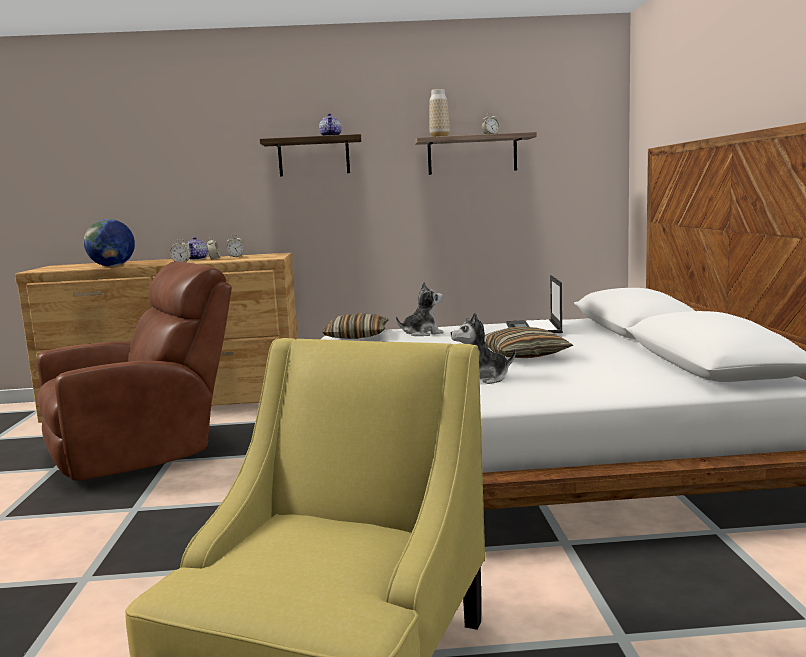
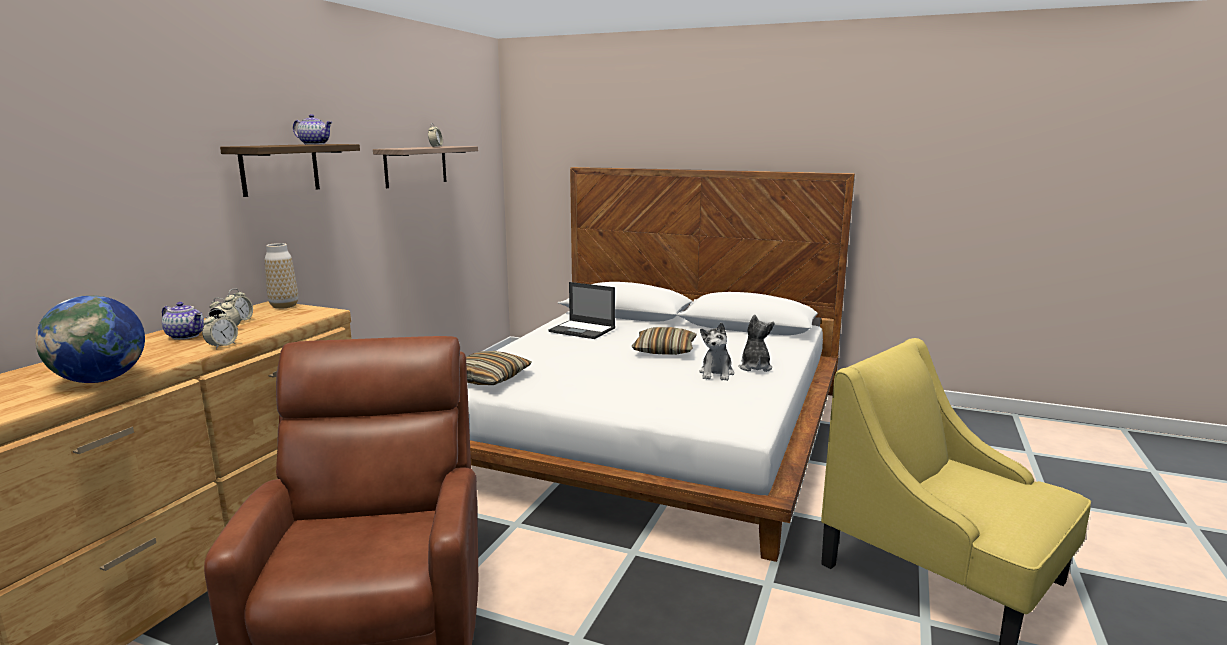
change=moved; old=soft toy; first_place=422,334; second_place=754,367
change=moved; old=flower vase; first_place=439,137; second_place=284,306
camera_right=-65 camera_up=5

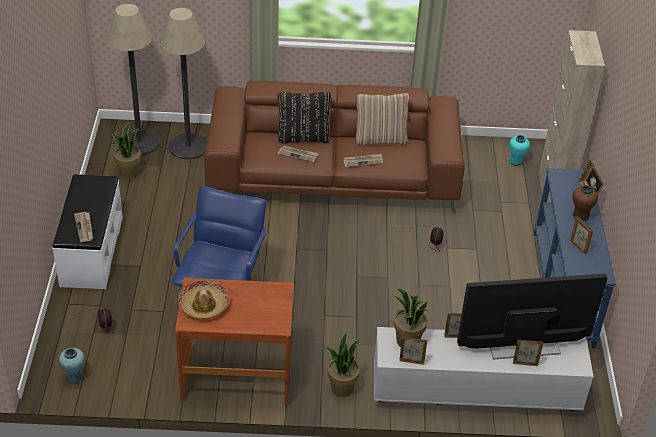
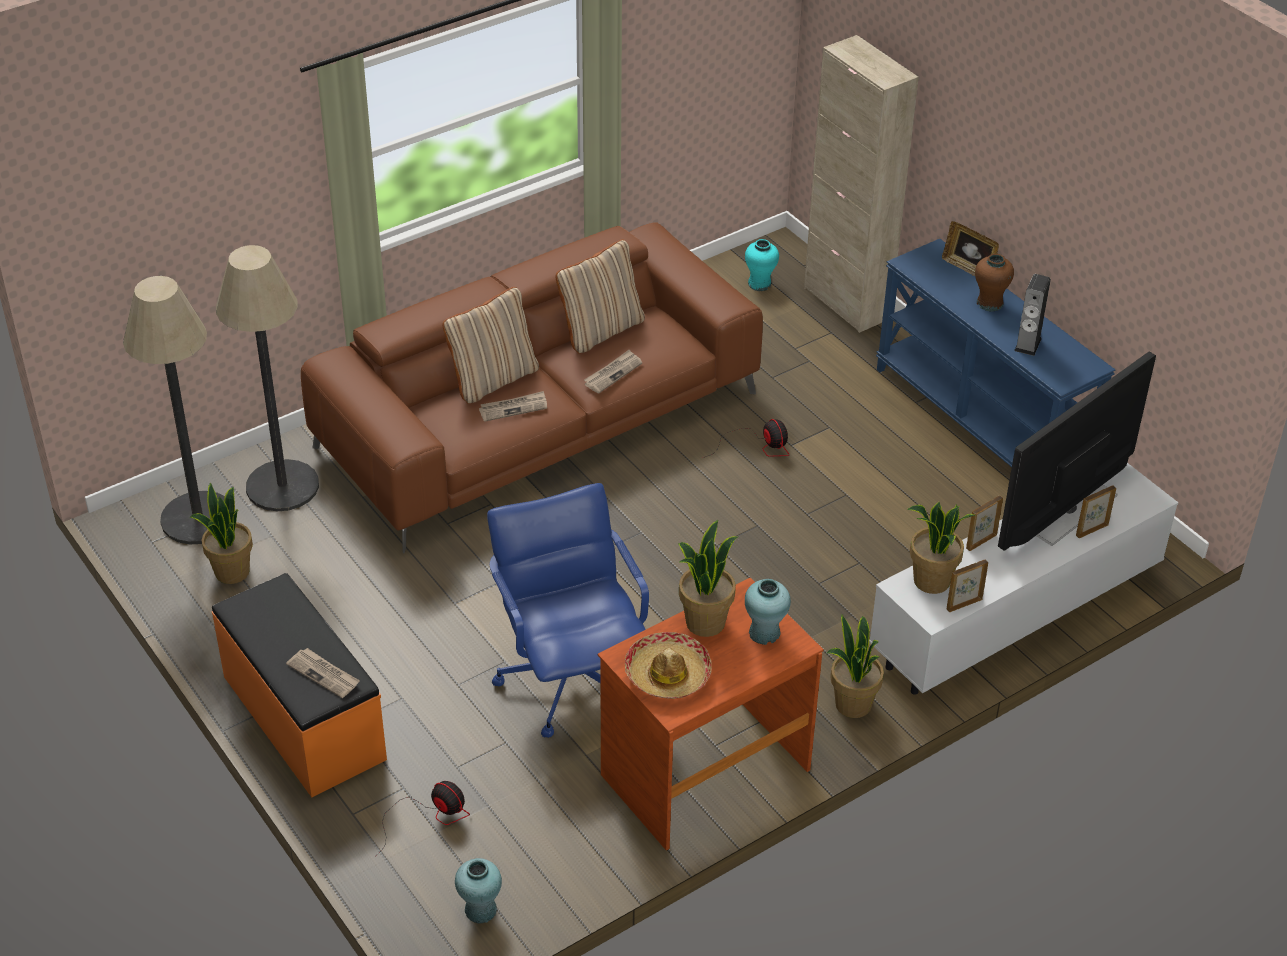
change=added; new=plant in a pot; second_place=705,622
change=added; new=blue-green flower vase; second_place=764,633
change=replaced; old=photo frame; new=audio speaker; first_place=578,246; second_place=1027,344
change=recoloured; old=white-coloured indoor bench; new=orange-coloured indoor bench; first_place=91,251; second_place=302,718
change=recoloured; old=black-coloured throw pillow; new=beige throw pillow; first_place=303,137; second_place=493,379
camera_right=-35 camera_up=0

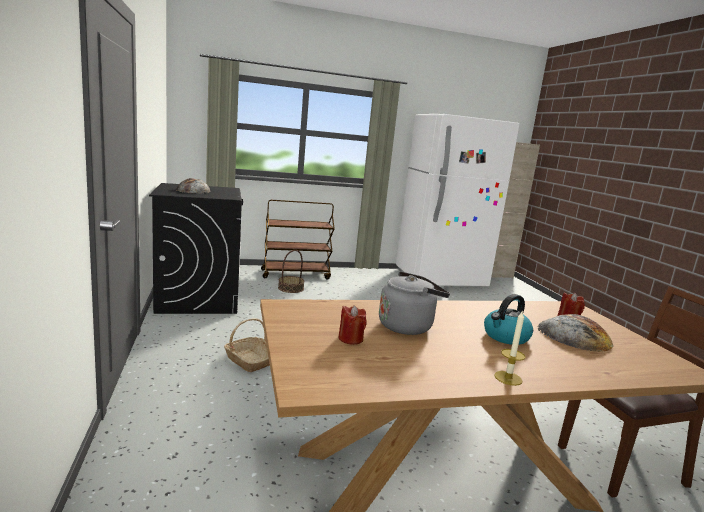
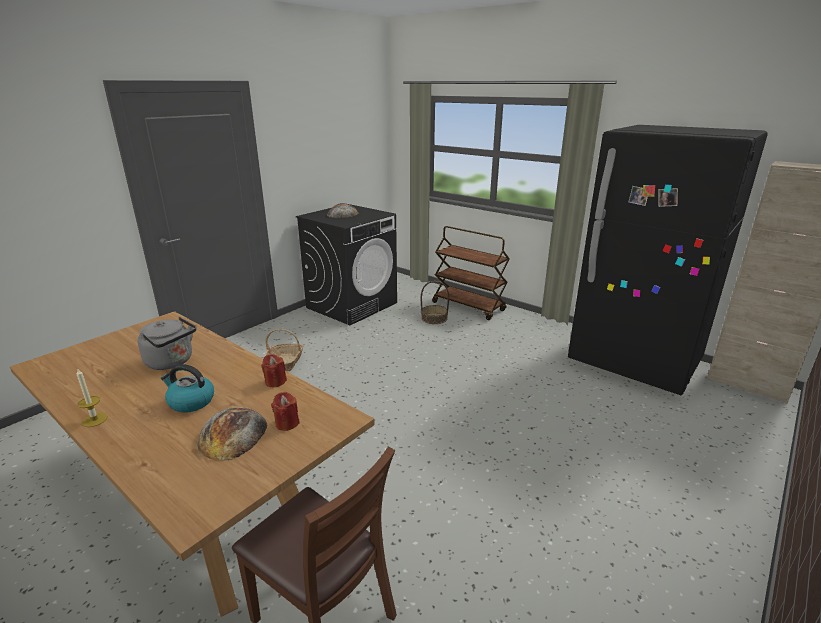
change=moved; old=red wax candle; first_place=350,339; second_place=275,381
change=recoloured; old=white-coloured fridge; new=black-coloured fridge; first_place=440,279; second_place=634,362
camera_right=55 camera_up=10

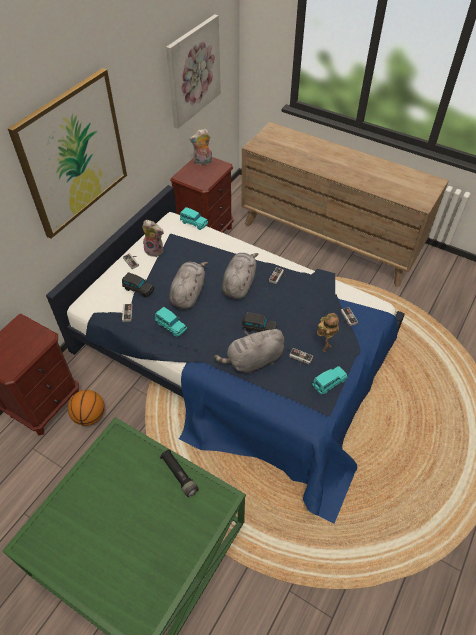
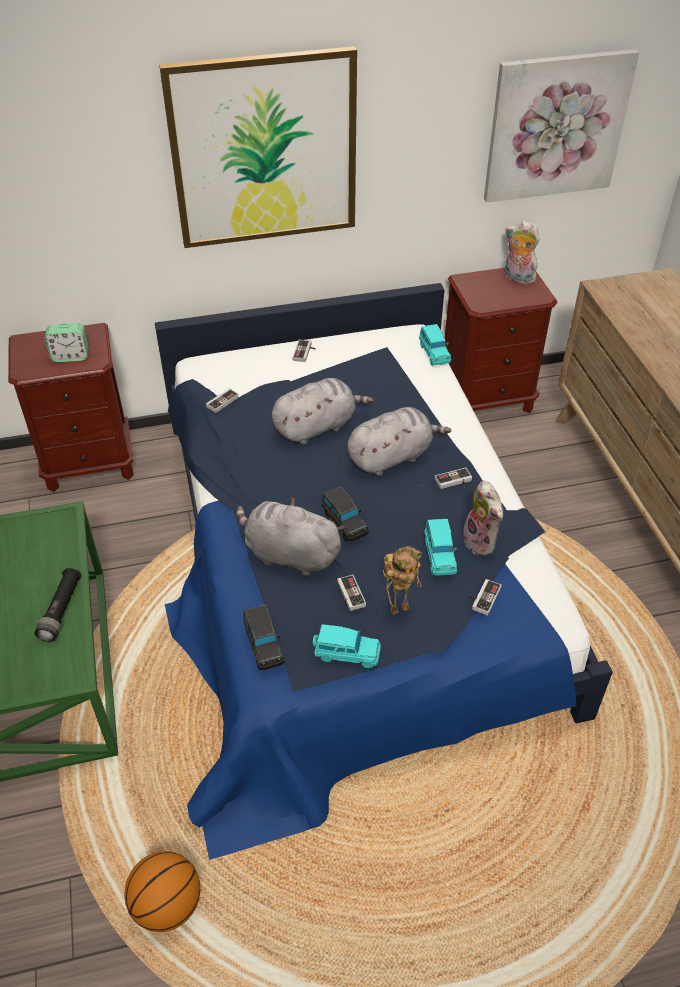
change=added; new=alarm clock; second_place=70,356
change=moved; old=basketball ball; first_place=89,416; second_place=167,905
change=moved; old=black-coloured model car; first_place=138,289; second_place=263,644
change=moved; old=soft toy; first_place=155,250; second_place=482,541
change=moved; old=blue-green model car; first_place=171,326; second_place=439,555
camera_right=45 camera_up=-5

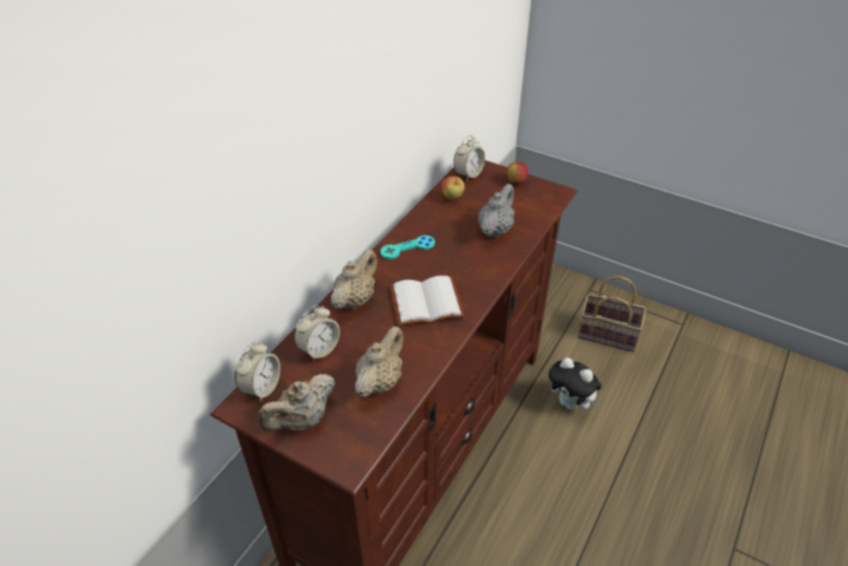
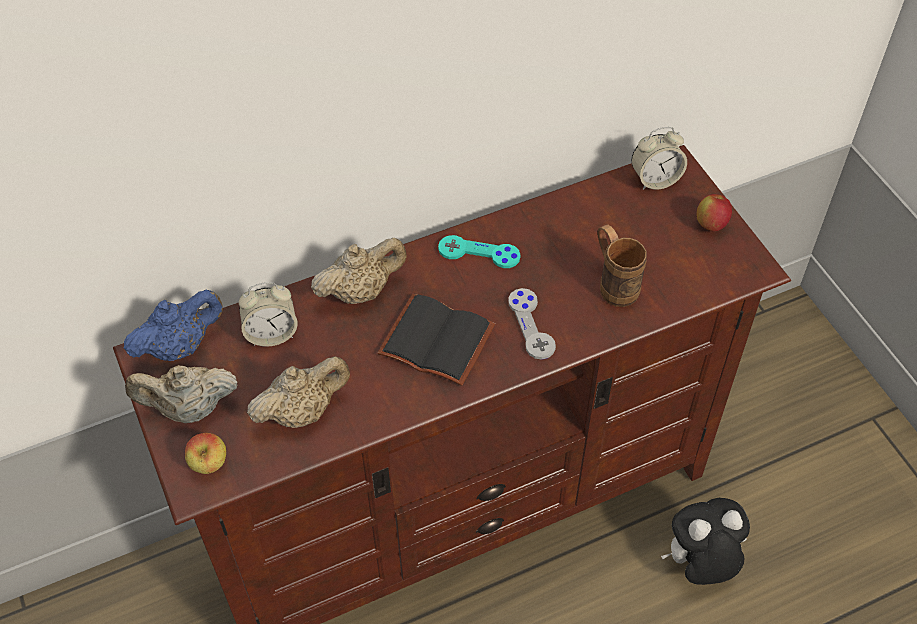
change=removed; old=basket; first_place=609,334
change=added; new=grey game controller; second_place=531,325
change=moved; old=apple; first_place=452,198; second_place=209,465
change=replaced; old=alarm clock; new=blue-coloured tea pot; first_place=261,387; second_place=180,346
change=replaced; old=grey tea pot; new=brownish tea mug; first_place=495,230; second_place=613,284
change=recoloured; old=white-coloured book; new=black-coloured book; first_place=427,301; second_place=439,339
change=turned; old=soft toy; first_place=571,403; second_place=699,564; degrees=90
camera_right=35 camera_up=10

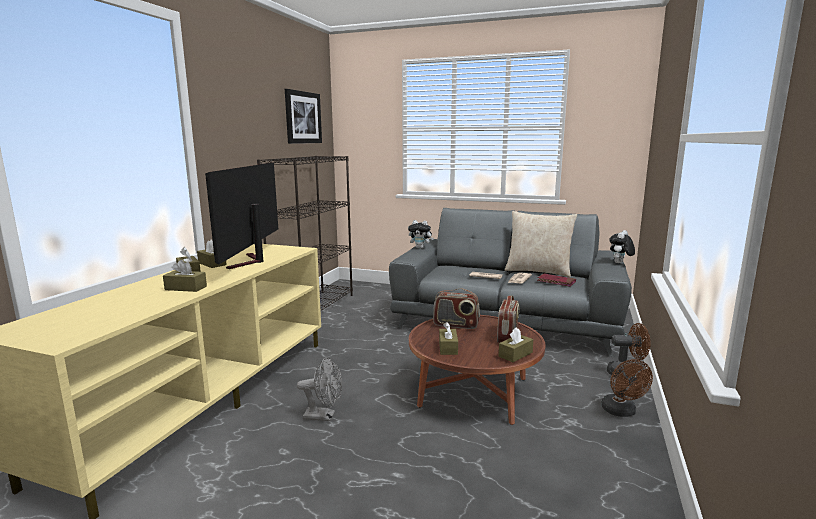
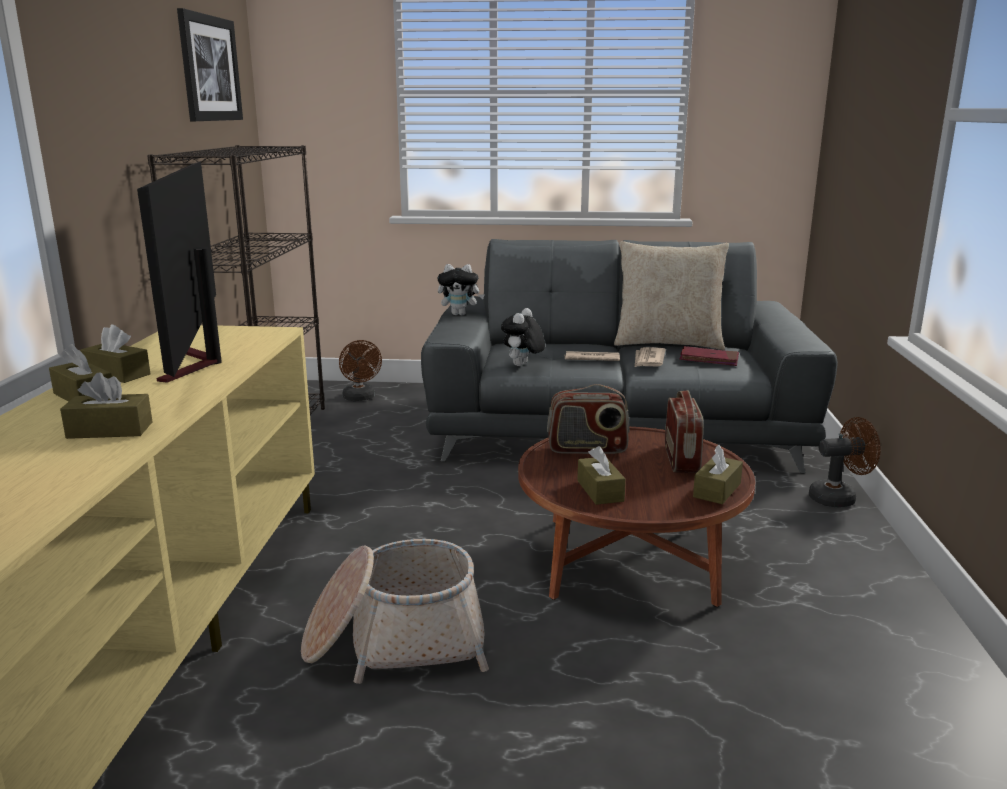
change=moved; old=brownish electric fan; first_place=621,412; second_place=360,398
change=moved; old=soft toy; first_place=620,263; second_place=522,365
change=replaced; old=grey electric fan; new=basket; first_place=324,416; second_place=395,640
camera_right=-15 camera_up=5

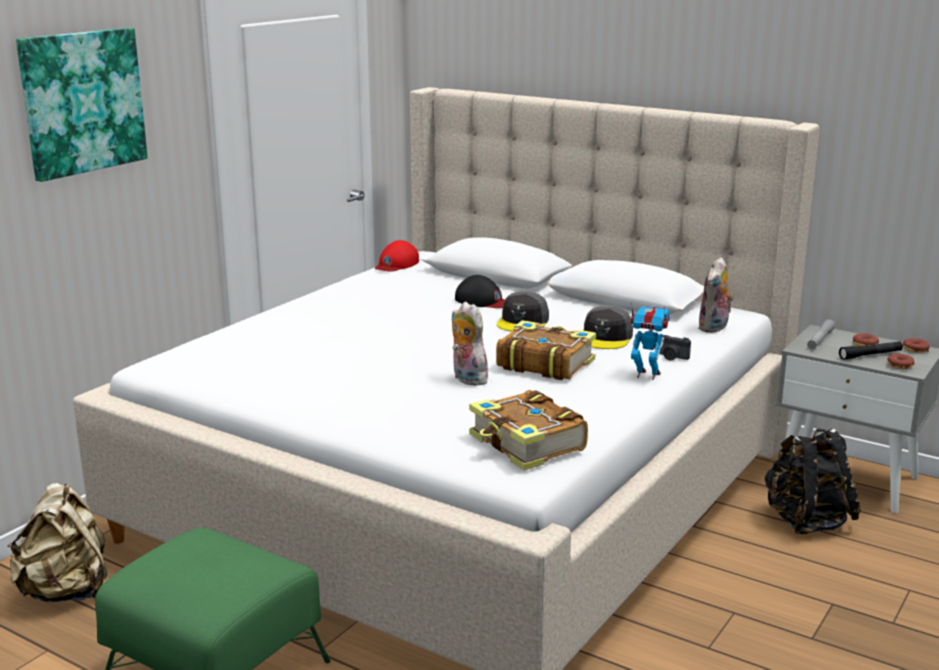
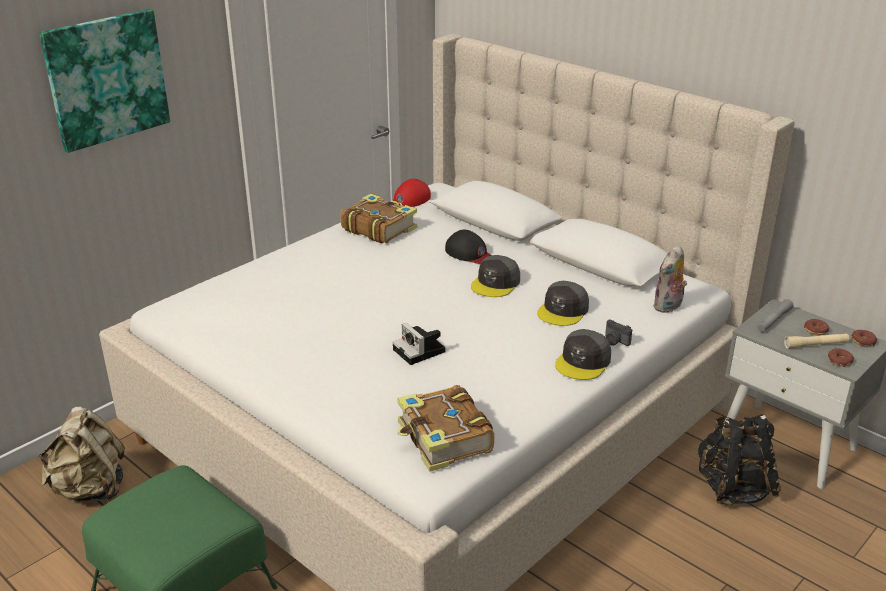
change=moved; old=book; first_place=544,363; second_place=378,228
change=replaced; old=soft toy; new=photo camera; first_place=467,379; second_place=420,351
change=replaced; old=model robot; new=grey peaked cap; first_place=647,375; second_place=583,362
change=recoloured; old=black-coloured torch; new=beige torch; first_place=870,355; second_place=815,345
camera_right=10 camera_up=10

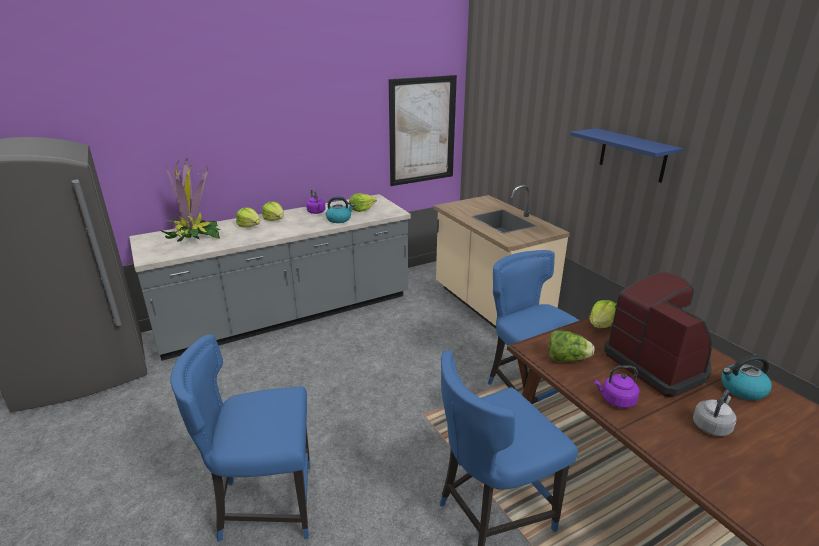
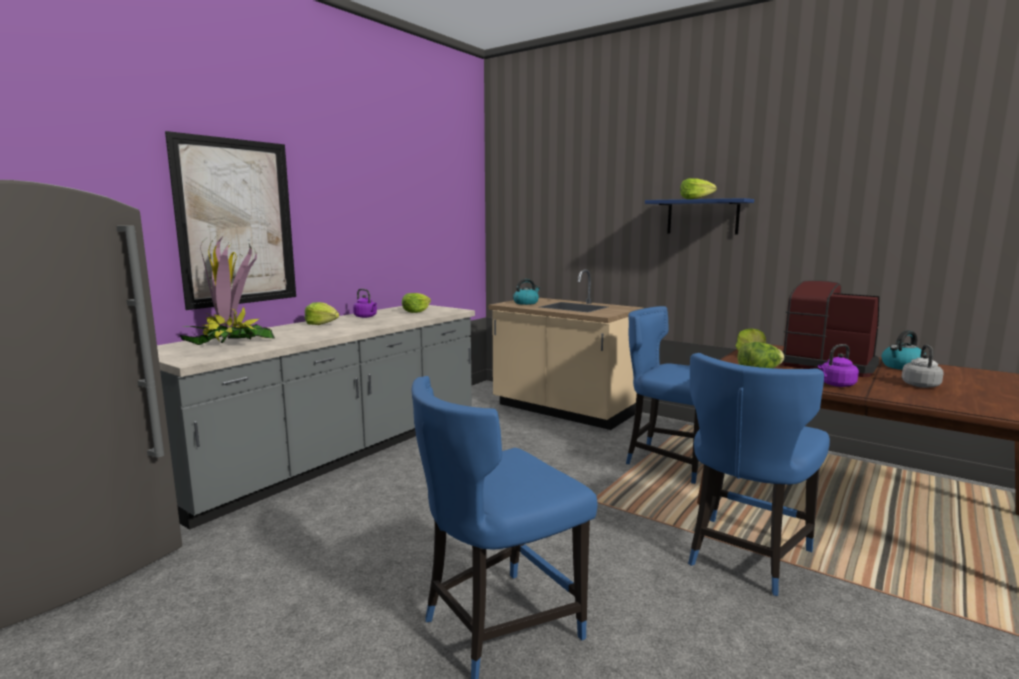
change=moved; old=head of lettuce; first_place=249,226; second_place=695,199
change=moved; old=water kettle; first_place=339,219; second_place=526,303
change=moved; old=wall picture; first_place=422,131; second_place=237,223
camera_right=-25 camera_up=-15

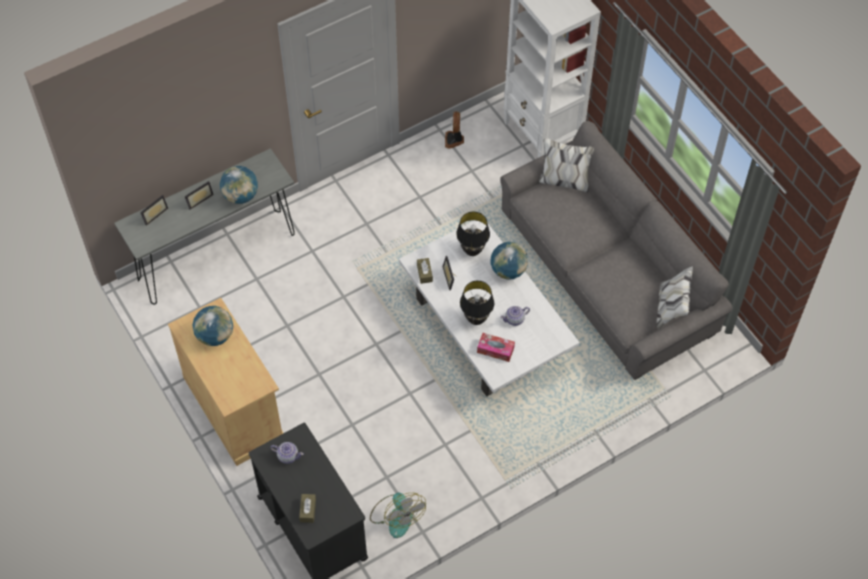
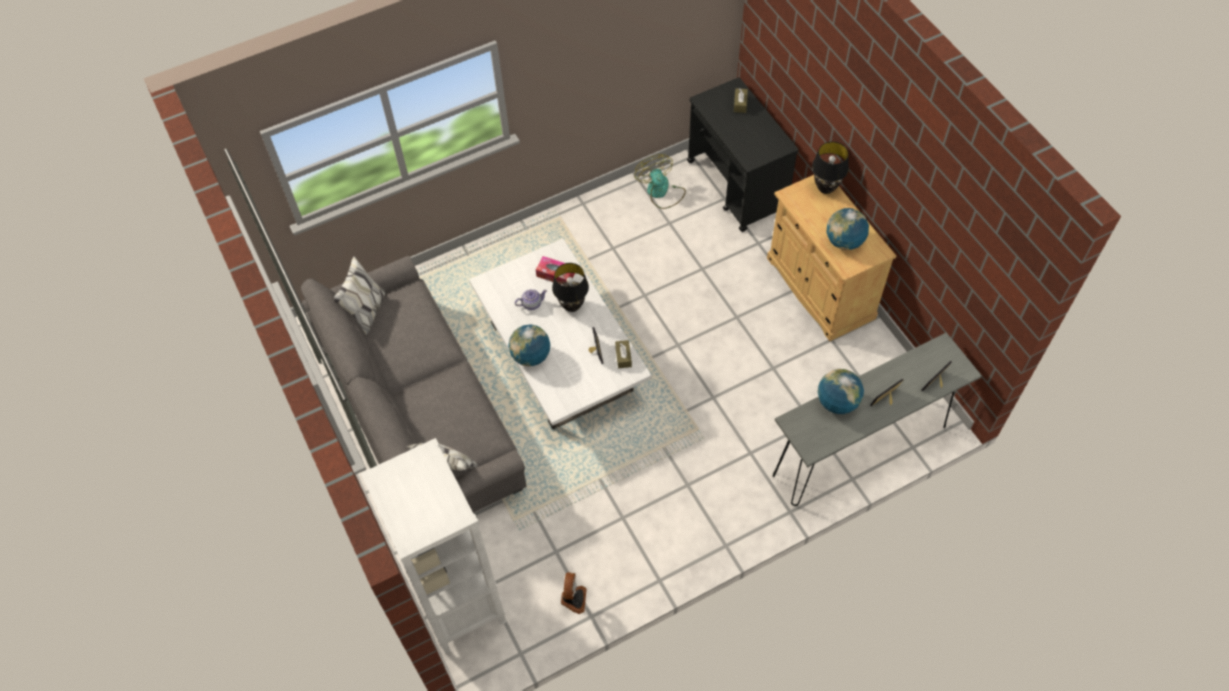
change=removed; old=tea pot; first_place=287,456
change=moved; old=black-coloured tabletop lamp; first_place=472,250; second_place=826,188
camera_right=-175 camera_up=0

